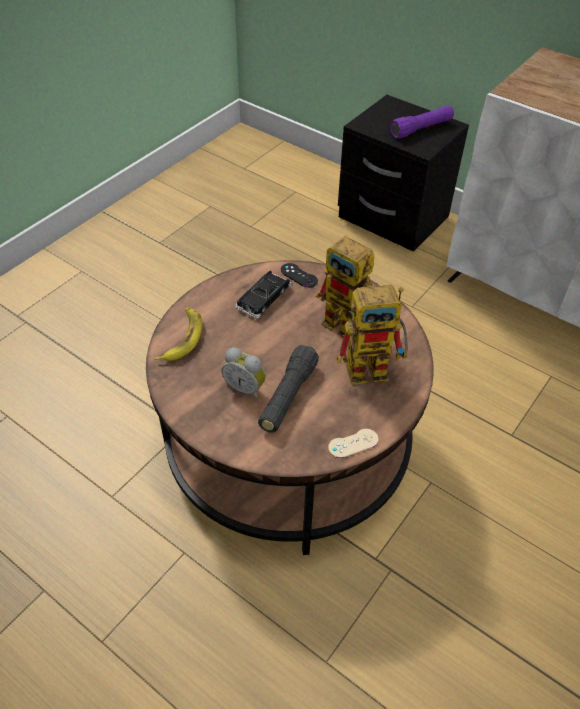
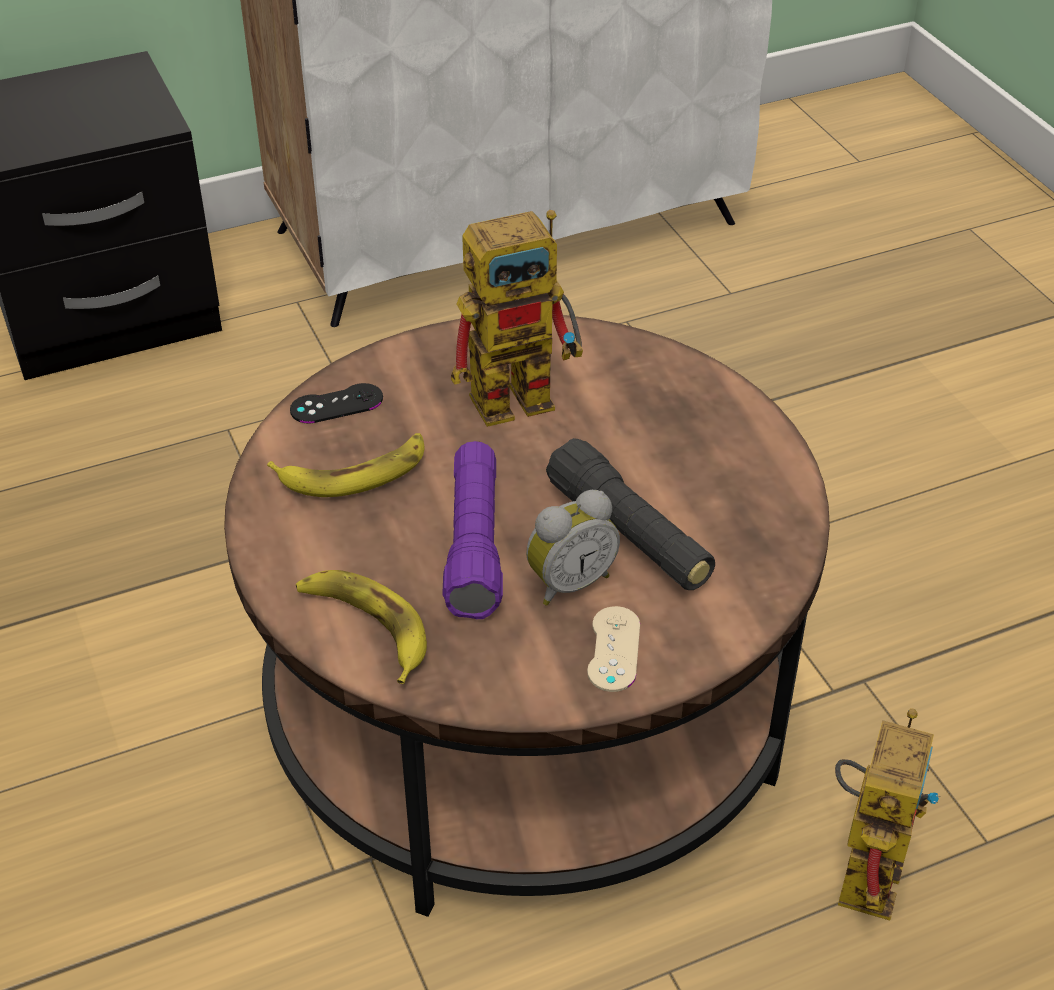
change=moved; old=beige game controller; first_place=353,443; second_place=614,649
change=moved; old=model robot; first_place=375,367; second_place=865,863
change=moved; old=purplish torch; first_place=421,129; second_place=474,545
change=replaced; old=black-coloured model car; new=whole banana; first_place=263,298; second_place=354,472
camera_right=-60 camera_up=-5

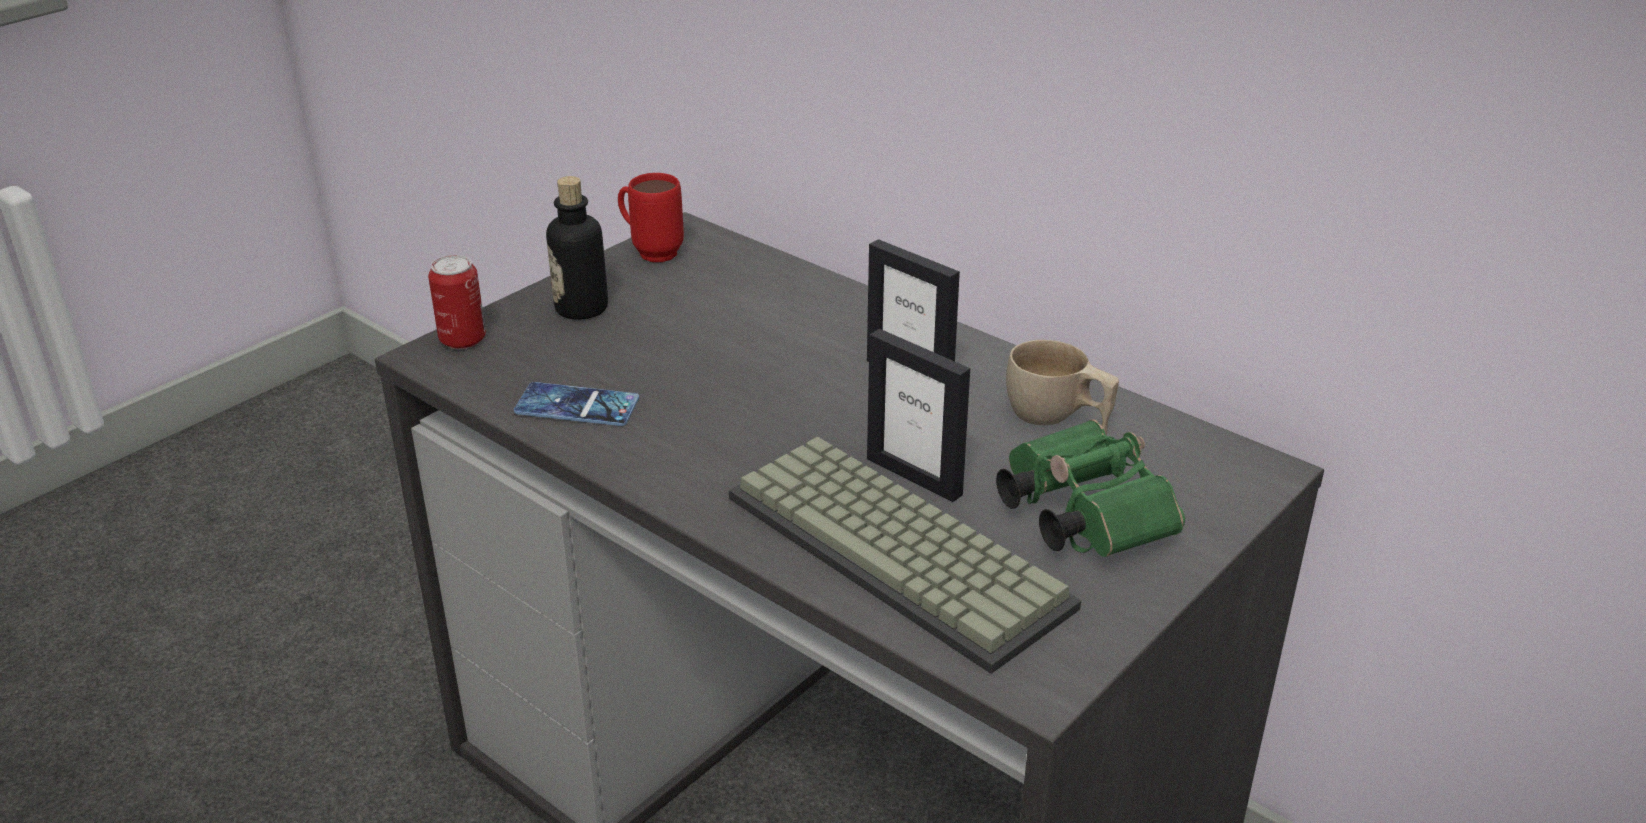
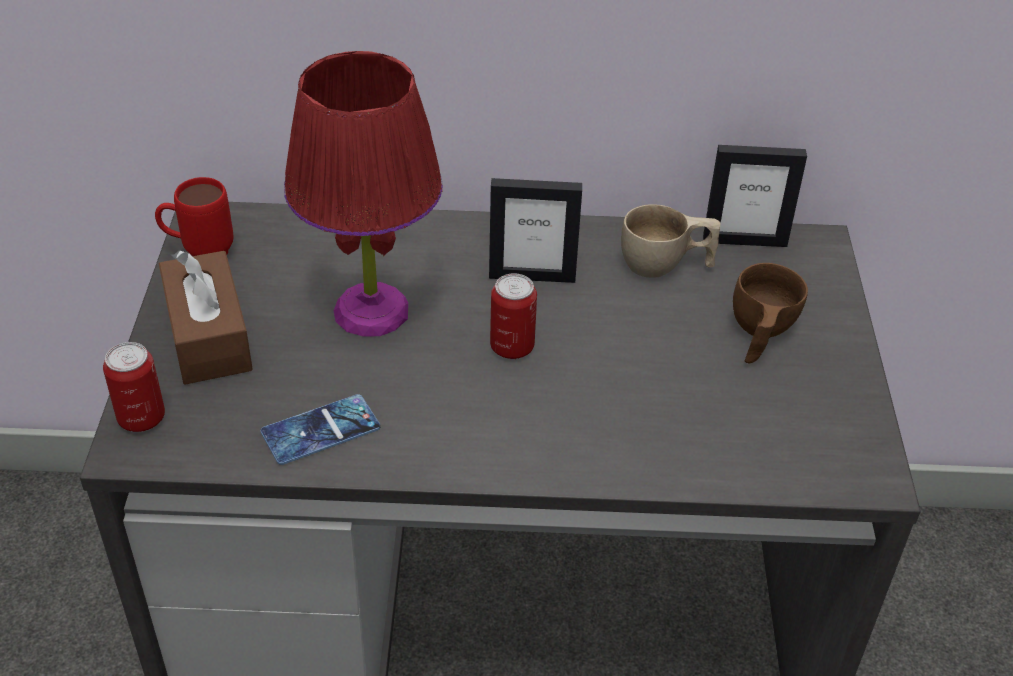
change=removed; old=computer keyboard; first_place=903,550
change=added; new=red tabletop lamp; second_place=372,311
change=added; new=can; second_place=512,347
change=moved; old=photo frame; first_place=914,476; second_place=744,241
change=replaced; old=beverage bottle; new=brownish tissue holder; first_place=581,308; second_place=208,336
change=replaced; old=green-coloured pair of binoculars; new=brownish small cup; first_place=1079,515; second_place=758,335
camera_right=-40 camera_up=10

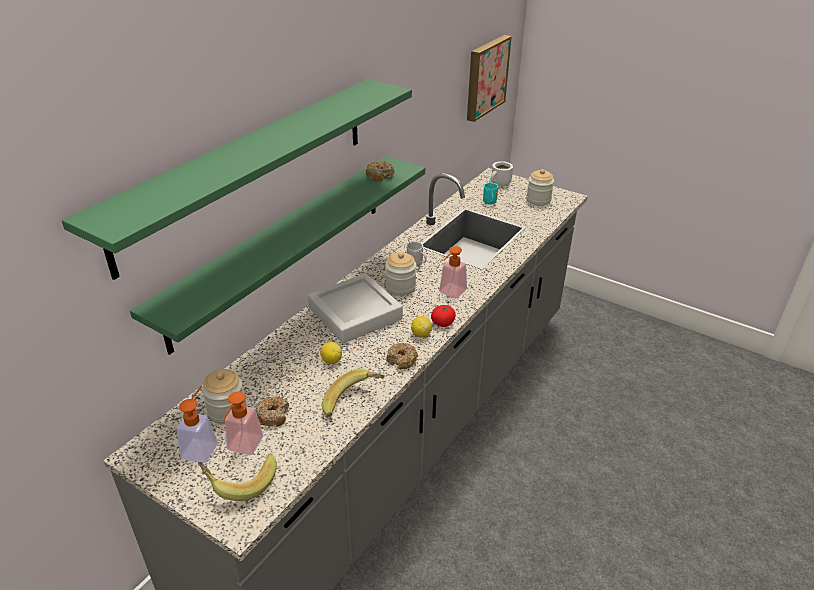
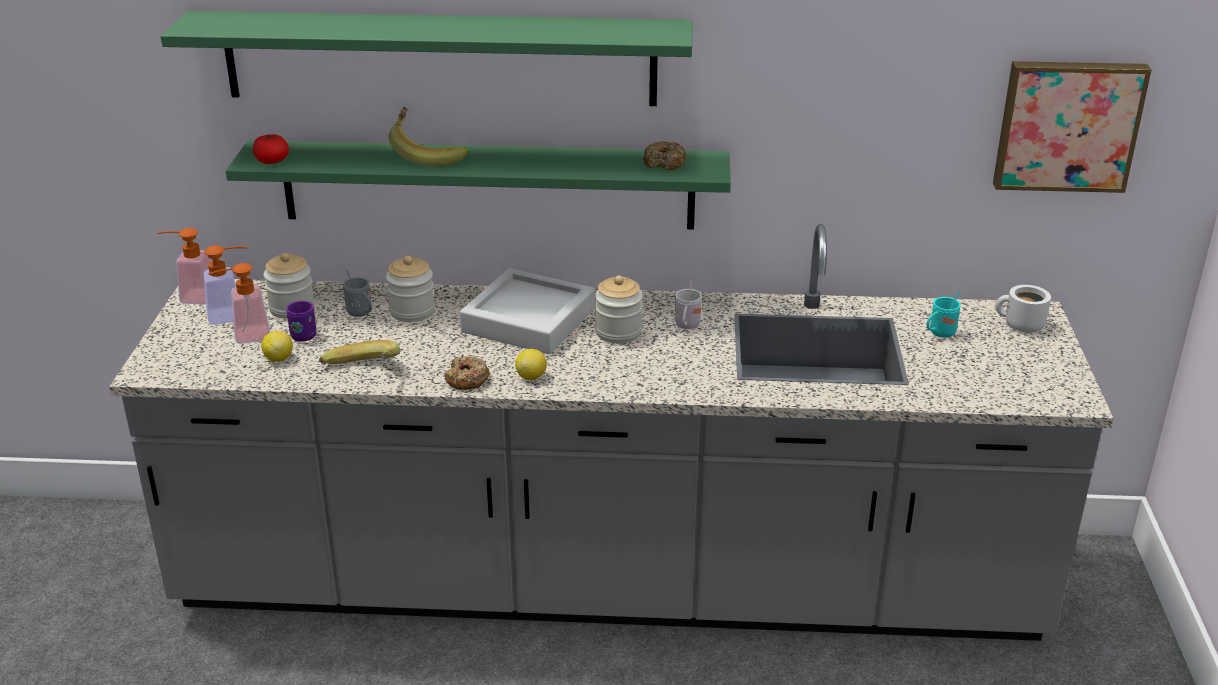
change=added; new=grey tea mug; second_place=361,314
change=moved; old=whole banana; first_place=240,481; second_place=427,154
change=moved; old=whole lemon; first_place=331,361; second_place=278,358
change=moved; old=tomato; first_place=443,322; second_place=272,160
change=moved; old=soap dispenser; first_place=450,293; second_place=192,297
change=moved; old=preserve jar; first_place=538,200; second_place=412,311
change=replaced; old=donut; new=purplish tea mug; first_place=273,415; second_place=304,334
camera_right=60 camera_up=-5

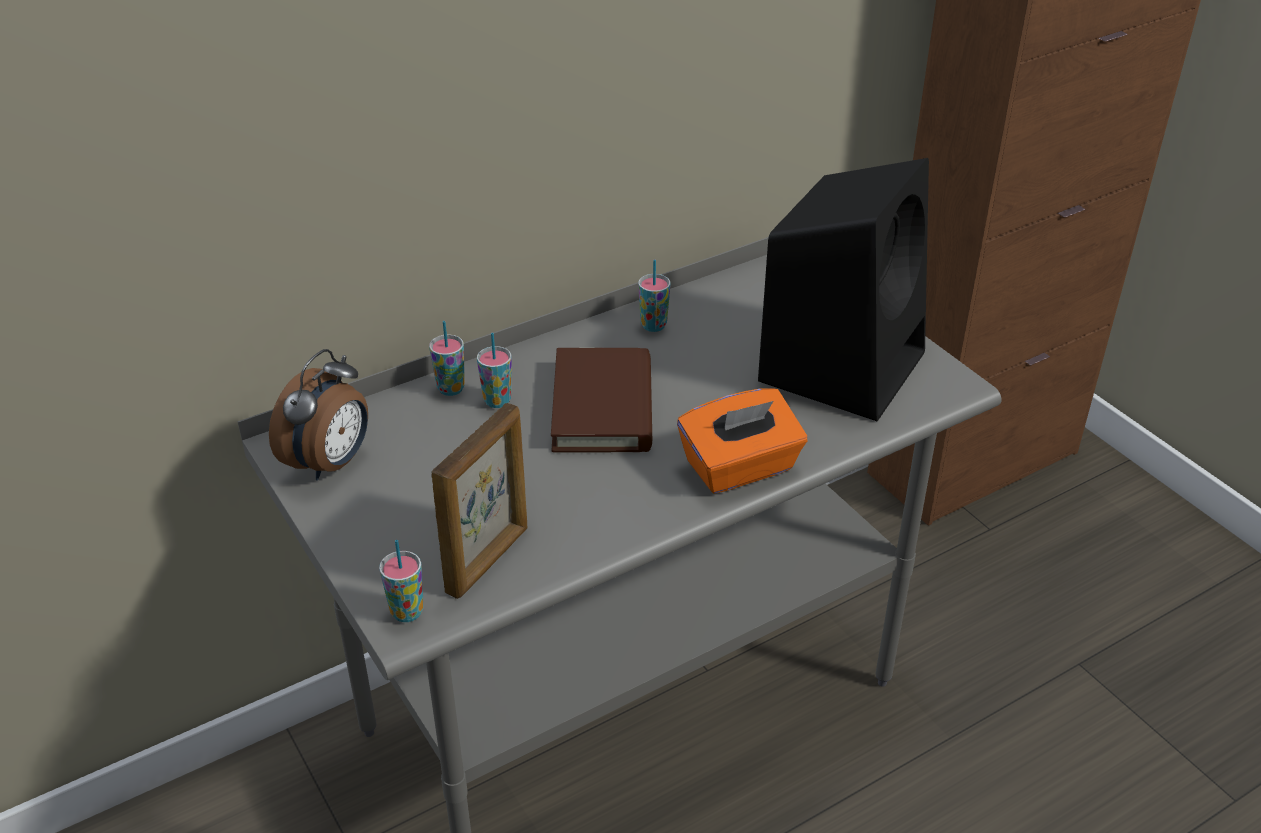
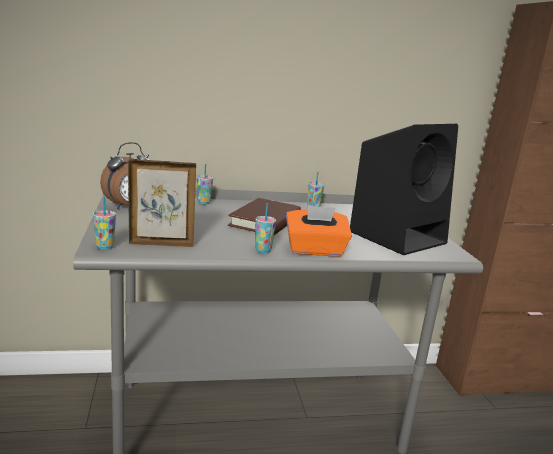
change=moved; old=small cup; first_place=497,401; second_place=263,250
change=turned; old=photo frame; first_place=489,560; second_place=161,244; degrees=-150
camera_right=20 camera_up=-20

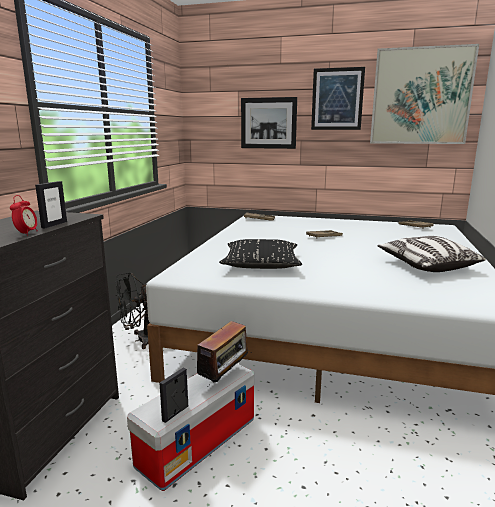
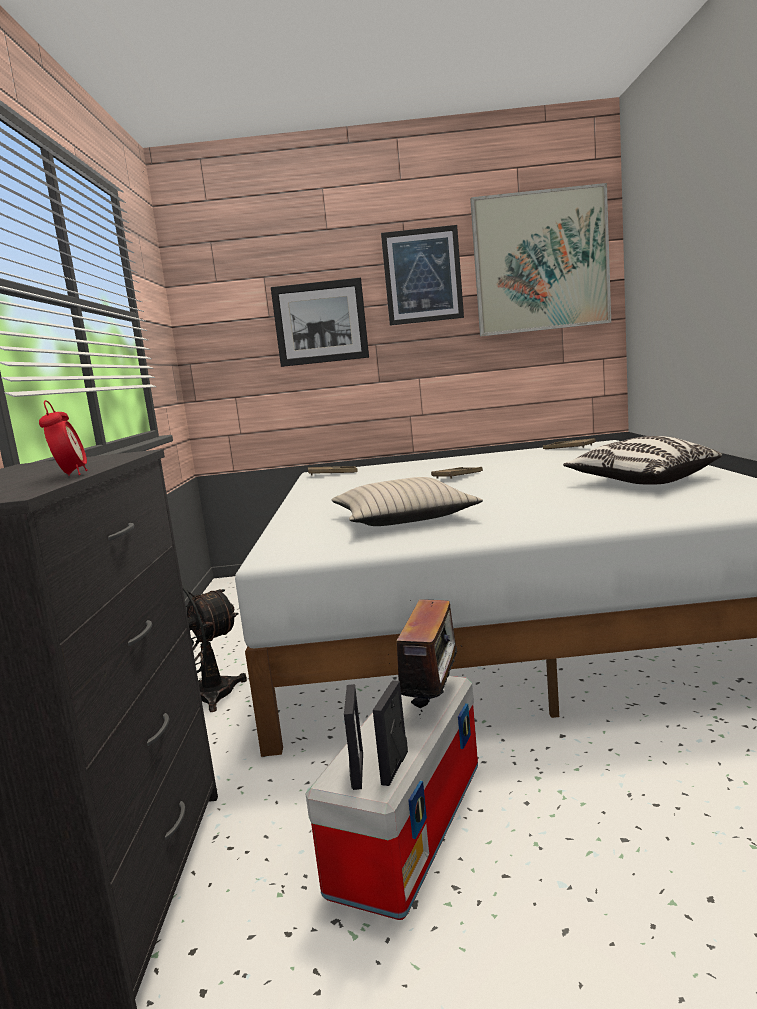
change=moved; old=photo frame; first_place=54,224; second_place=357,771
change=recoloured; old=black-coloured throw pillow; new=beige throw pillow; first_place=261,263; second_place=403,518
camera_right=-15 camera_up=-5

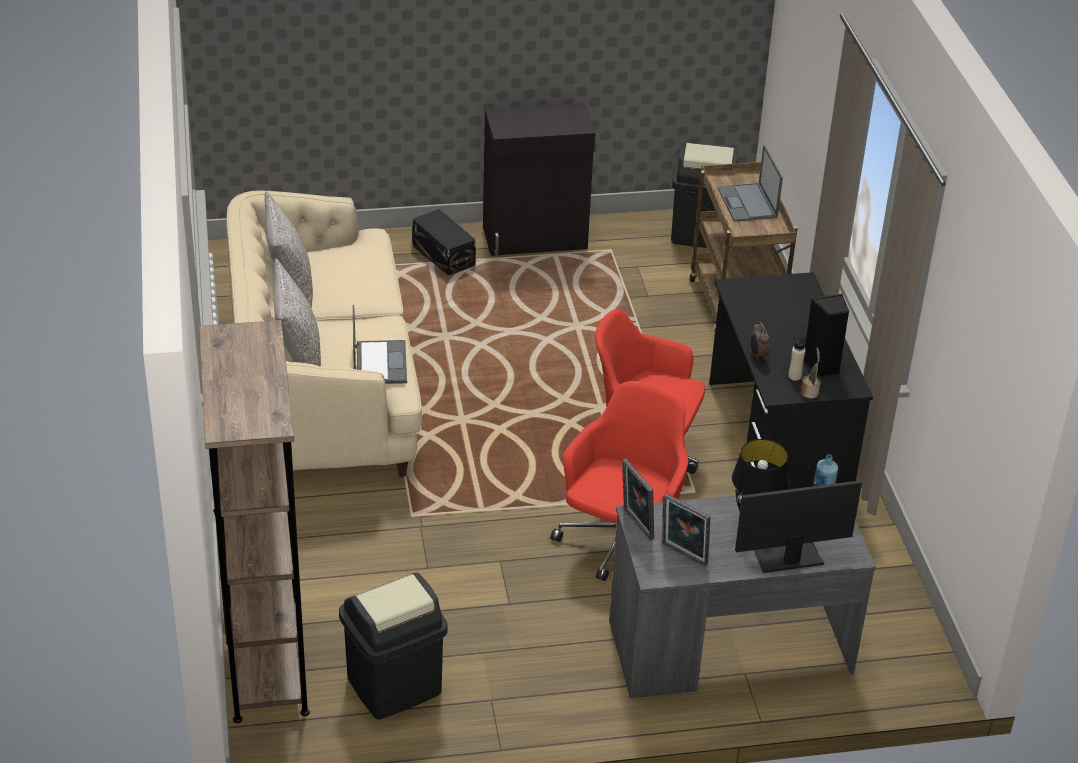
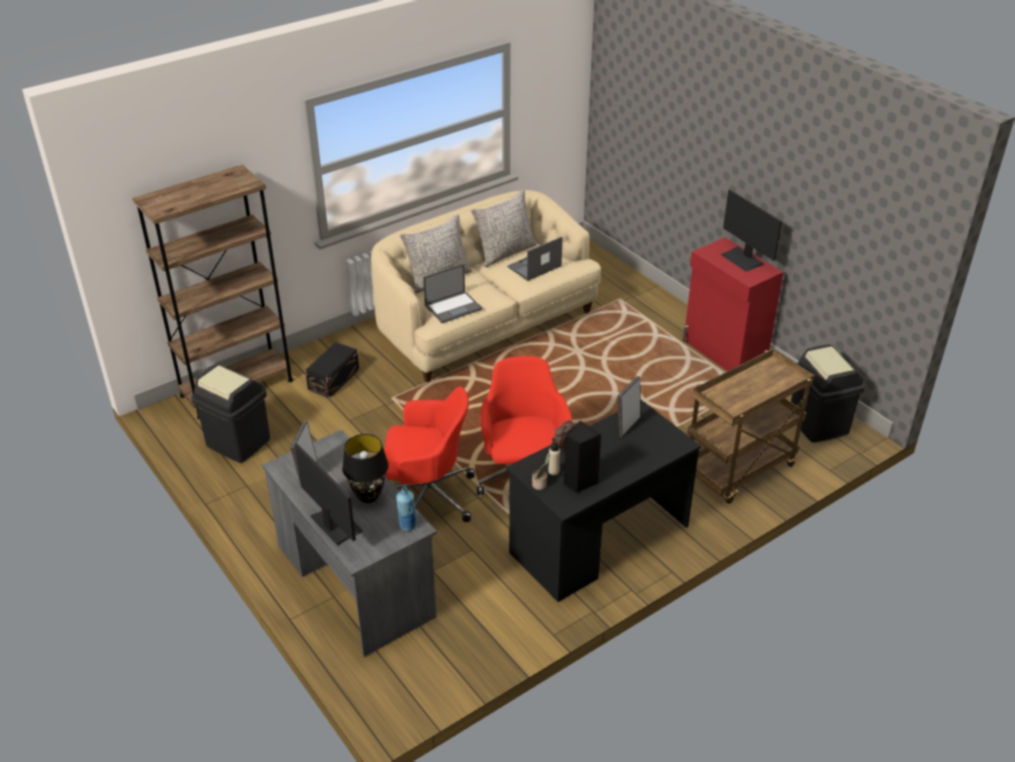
change=added; new=computer screen; second_place=742,259
change=moved; old=black-coloured storage container; first_place=444,255; second_place=335,379
change=moved; old=photo frame; first_place=635,525; second_place=627,425
change=moved; old=laptop; first_place=747,203; second_place=534,267
change=recoloured; old=black-coloured storage cabinet; new=red storage cabinet; first_place=536,238; second_place=724,352
camera_right=65 camera_up=0

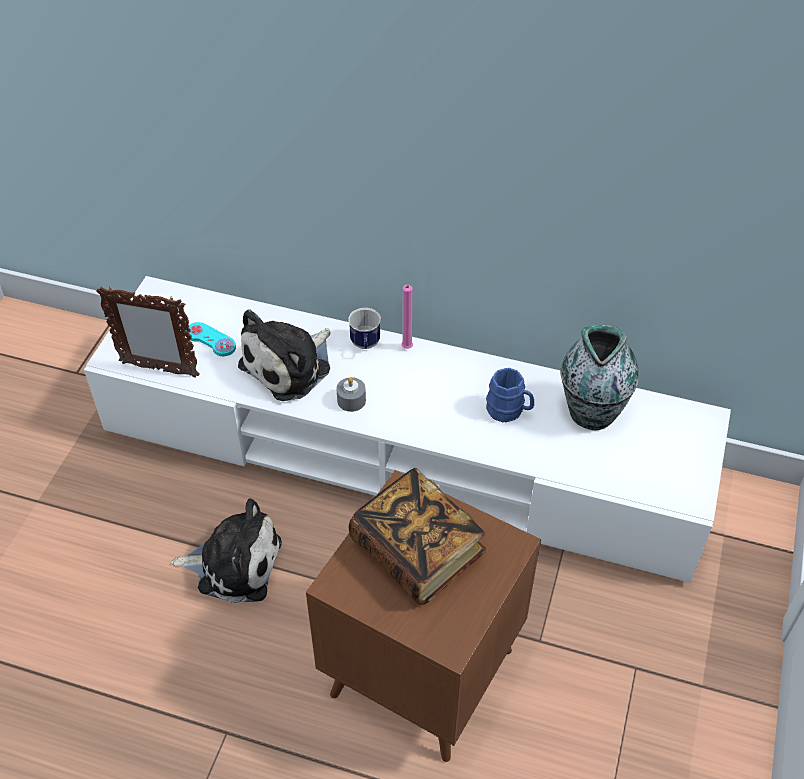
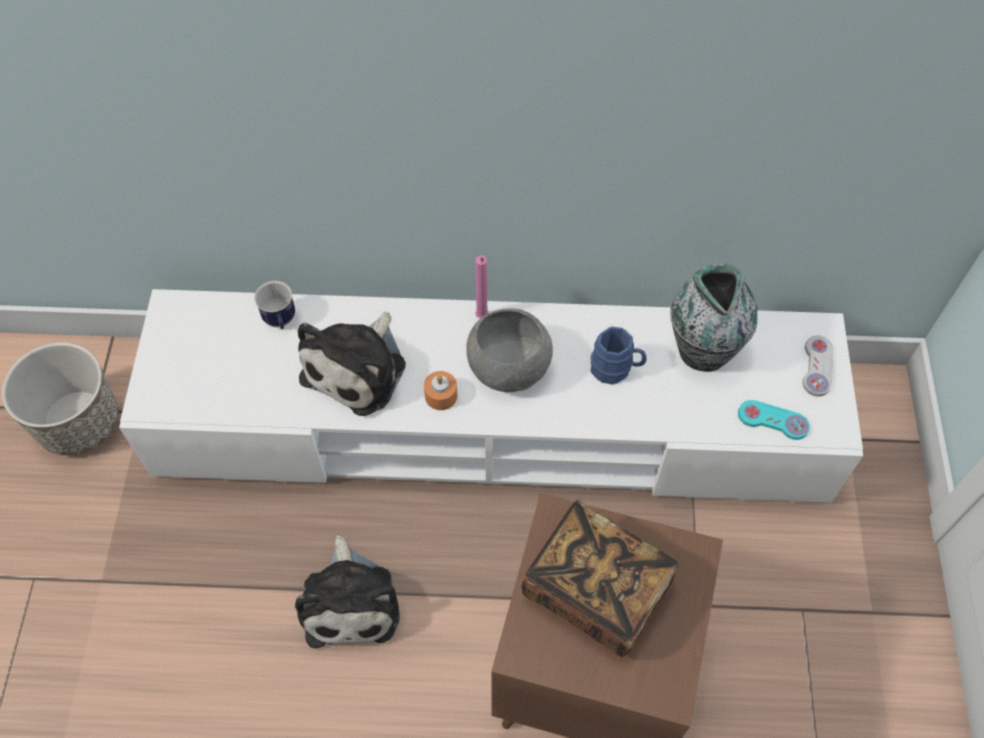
change=removed; old=photo frame; first_place=159,369
change=added; new=flower pot; second_place=79,422
change=added; new=grey deep dish; second_place=509,368
change=added; new=white-coloured game controller; second_place=817,367
change=moved; old=blue-green game controller; first_place=210,340; second_place=773,420
change=moved; old=tea mug; first_place=365,345; second_place=281,321
change=recoloured; old=grey wax candle; new=orange-coloured wax candle; first_place=351,400; second_place=441,395
change=turned; old=soft toy; first_place=234,563; second_place=350,600; degrees=90
camera_right=-15 camera_up=10

